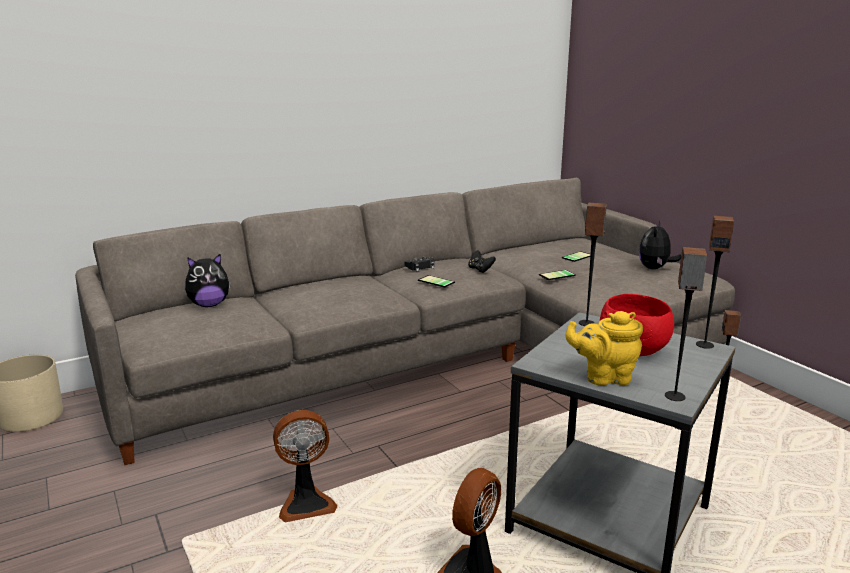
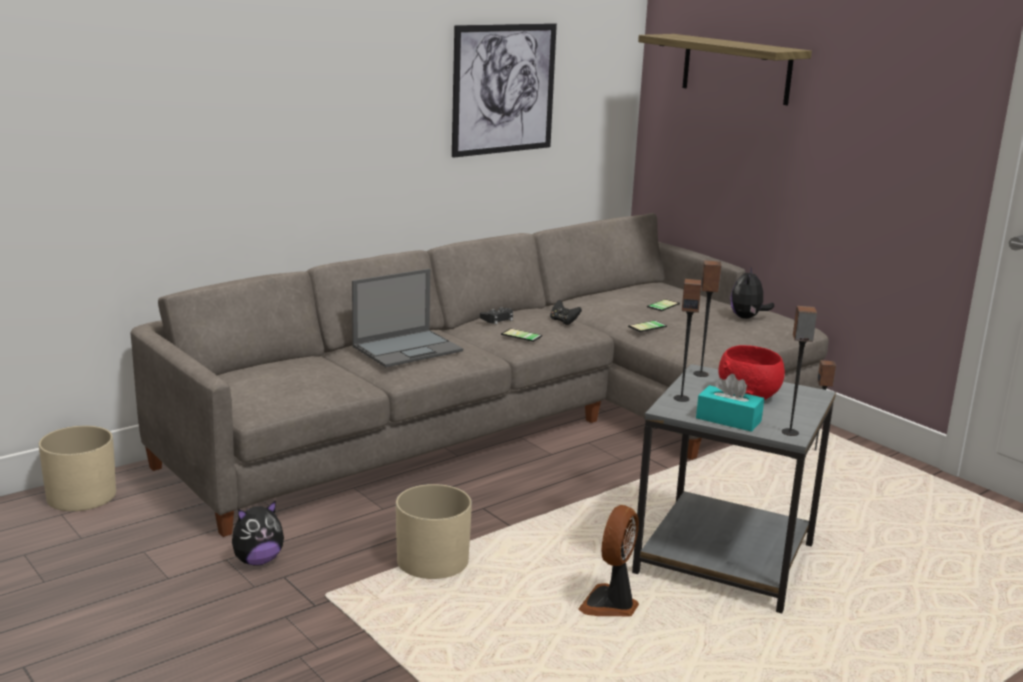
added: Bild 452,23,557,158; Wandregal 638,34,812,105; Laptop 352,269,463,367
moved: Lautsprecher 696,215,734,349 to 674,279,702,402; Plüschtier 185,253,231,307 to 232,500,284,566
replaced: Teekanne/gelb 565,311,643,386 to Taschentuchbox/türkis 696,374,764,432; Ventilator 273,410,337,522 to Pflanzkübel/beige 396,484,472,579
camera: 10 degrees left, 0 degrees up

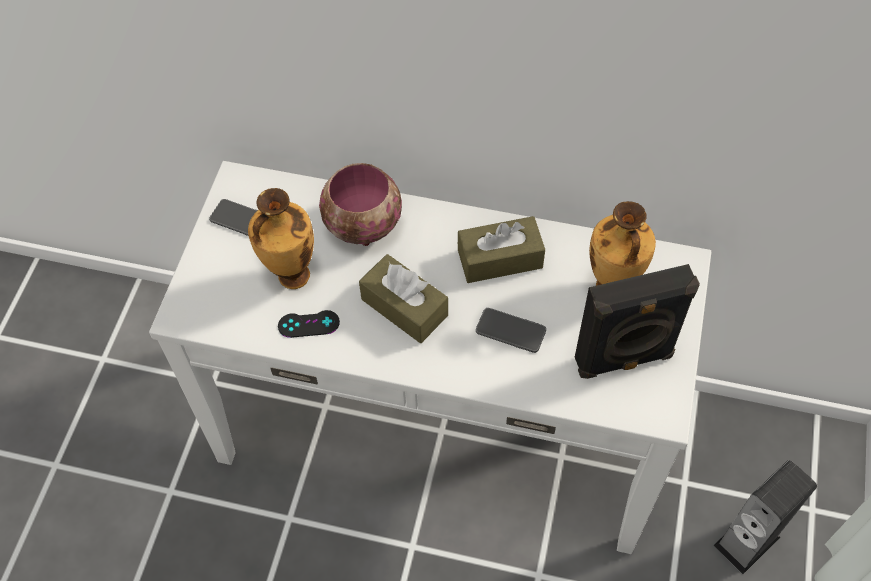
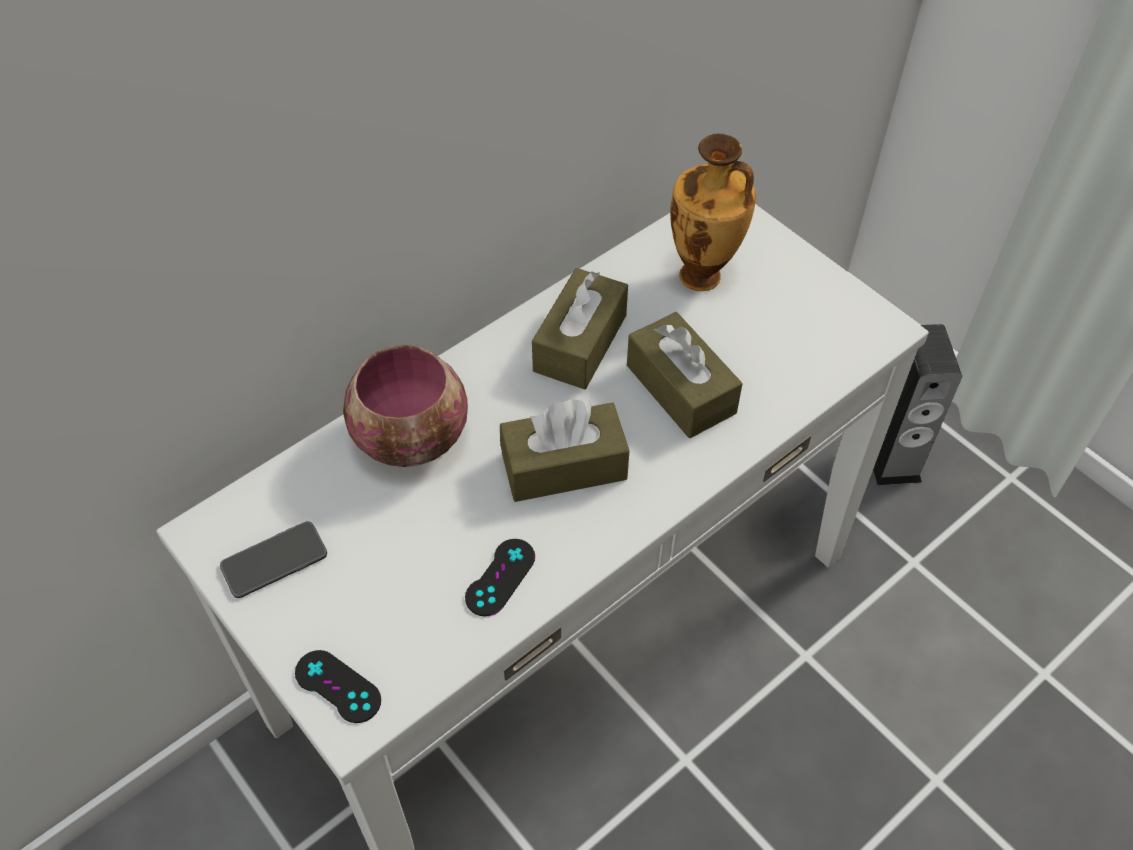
removed: Vase 248,188,314,289; Lautsprecher/schwarz 575,264,700,379
added: Gamepad/schwarz 295,650,381,723
replaced: Handy 476,308,546,353 to Taschentuchbox/braun 627,312,743,438
camera: 55 degrees left, 5 degrees down

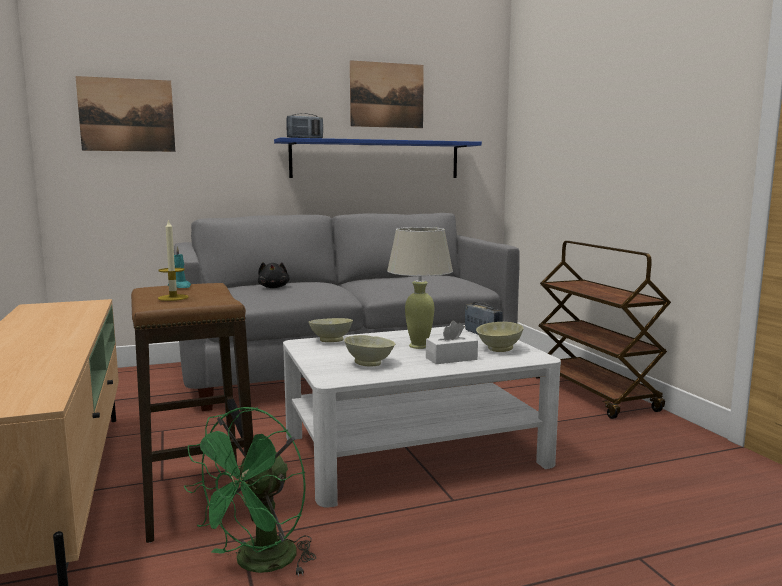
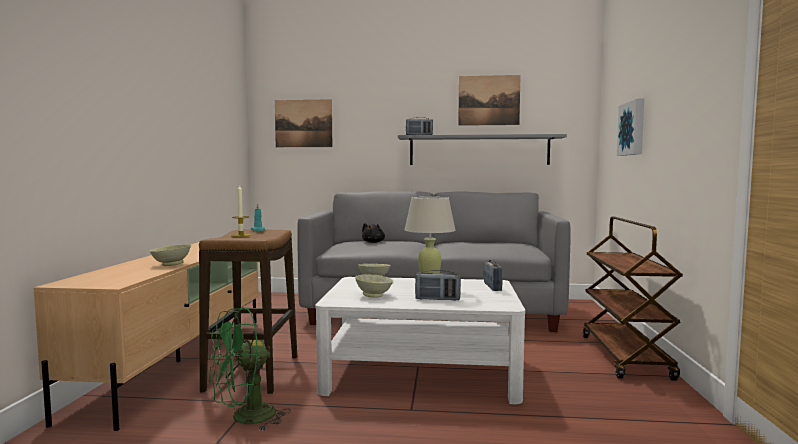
added: Bild 617,98,644,156
moved: Schüssel/beige 476,322,524,352 to 150,244,191,266
replaced: Taschentuchbox/weiß 426,321,478,364 to Radio 415,270,461,301
recoloured: Wandregal/blau 274,138,482,178 to Wandregal/grau 398,134,567,165
camera: 25 degrees right, 5 degrees down

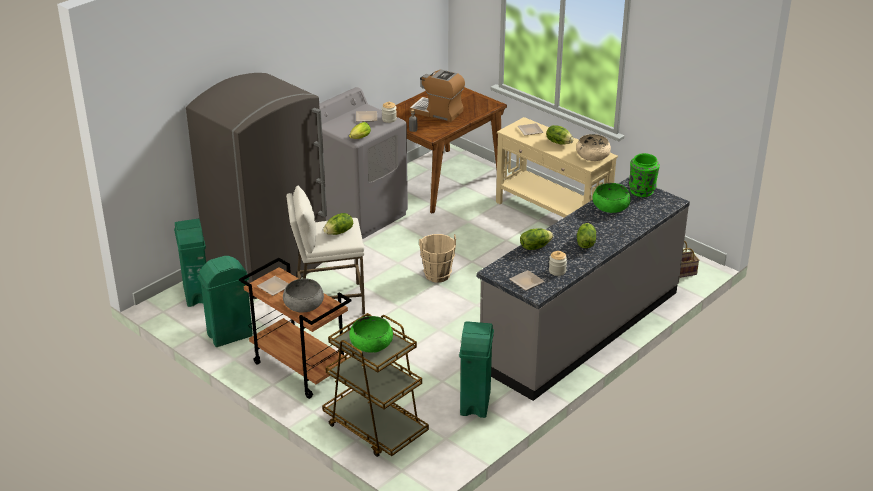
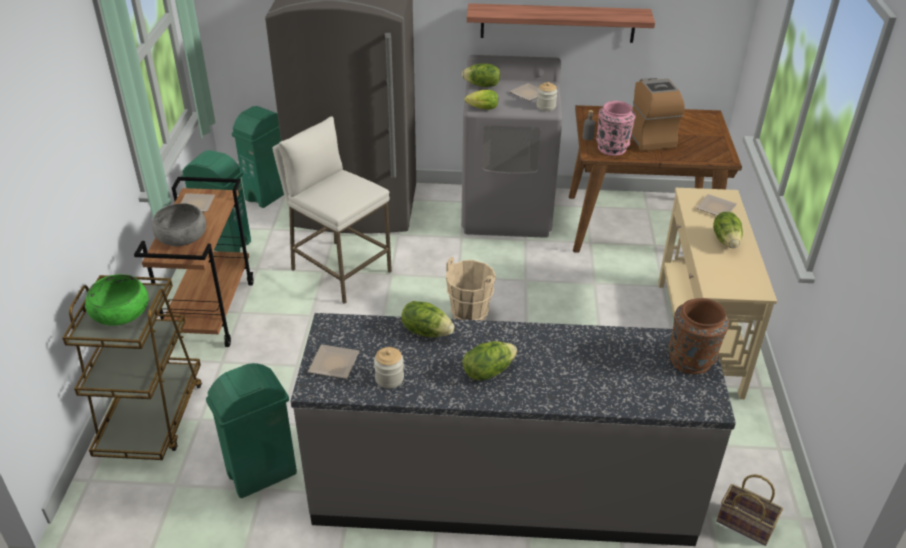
removed: Schüssel/beige 576,134,611,161; Schüssel/grün 592,183,631,213
added: Wandregal 467,3,655,43; Vase/rosa 596,101,636,156
moved: Salatkopf 323,213,353,235 to 462,63,500,87
recoloured: Vase/grün 629,153,660,197 to Vase/braun 668,298,729,374
camera: 50 degrees right, 5 degrees up

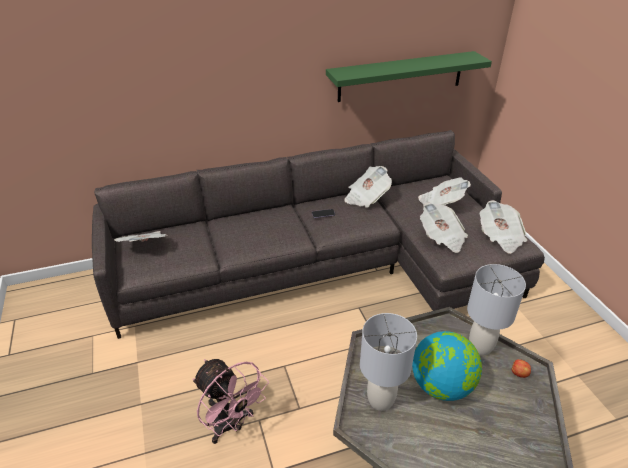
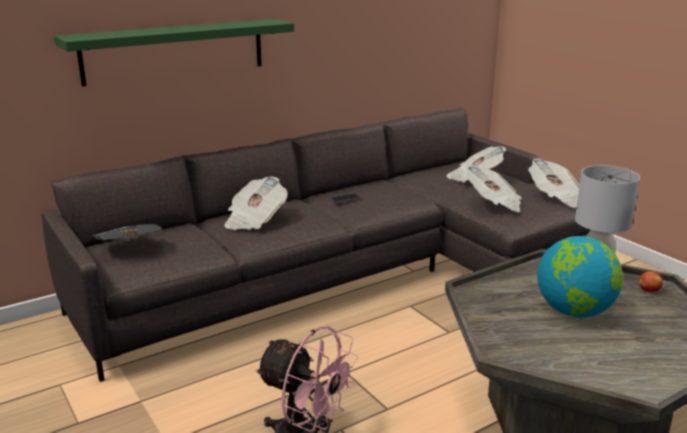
removed: Tischlampe/grau 360,313,417,411
moved: Wandregal/grün 326,51,492,102 to 54,19,294,87; Zeitung 344,166,392,208 to 224,176,288,230
camera: 15 degrees left, 15 degrees down

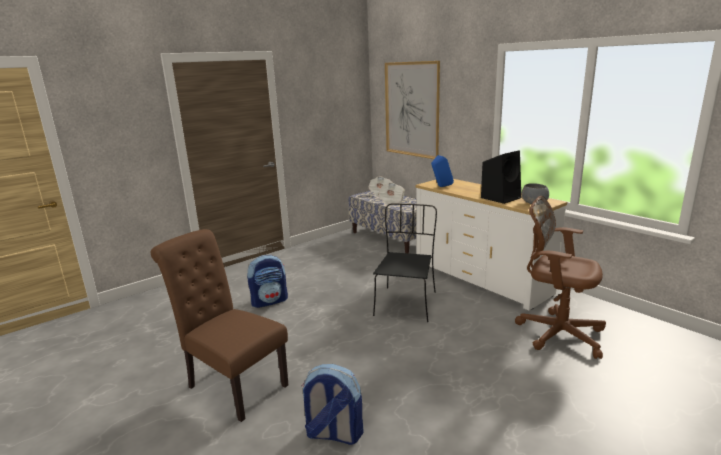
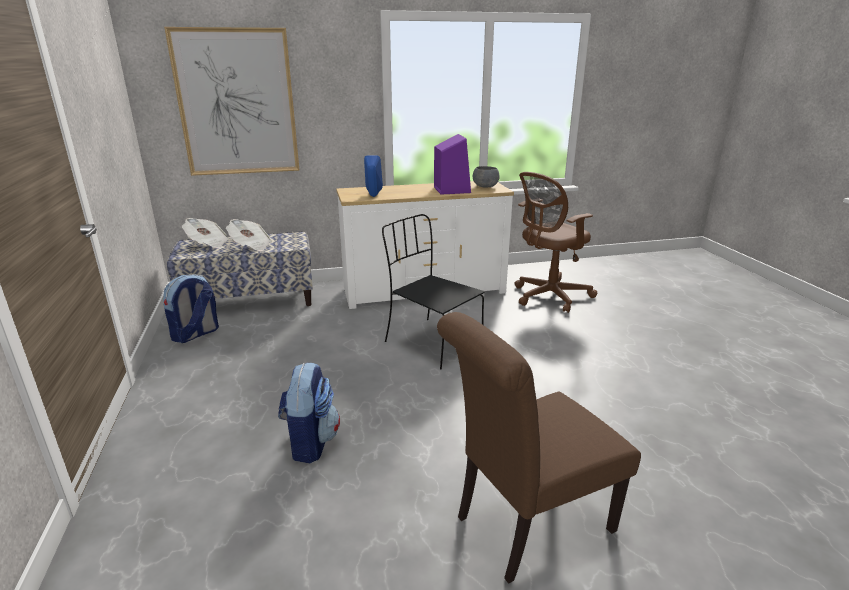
moved: Rucksack 301,364,363,445 to 163,274,219,343
recoloured: Lautsprecher/schwarz 481,150,521,204 to Lautsprecher/lila 434,134,471,195
camera: 65 degrees left, 5 degrees up

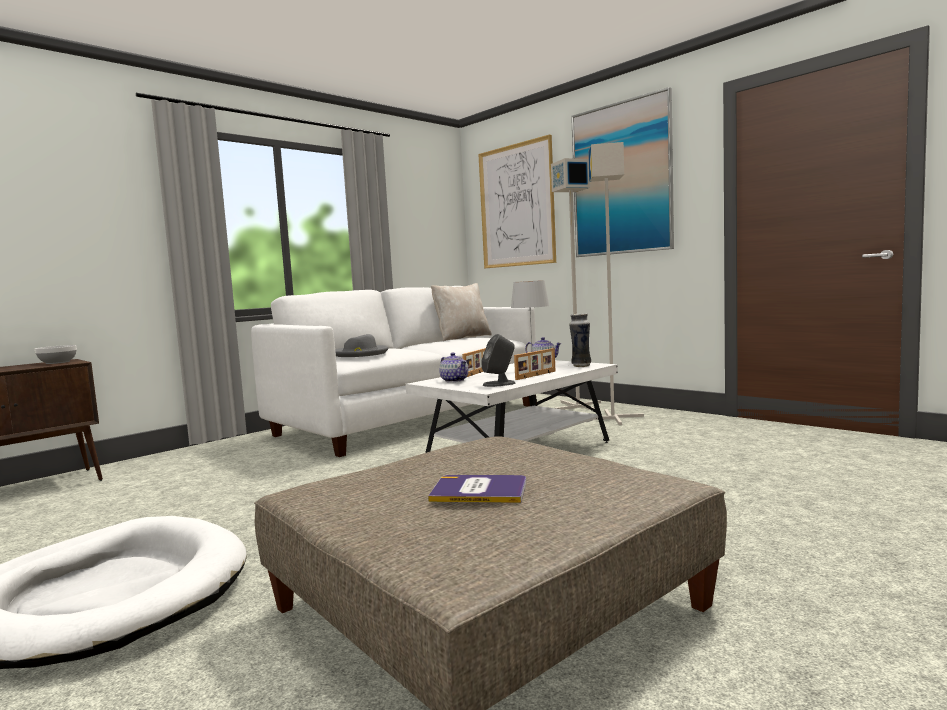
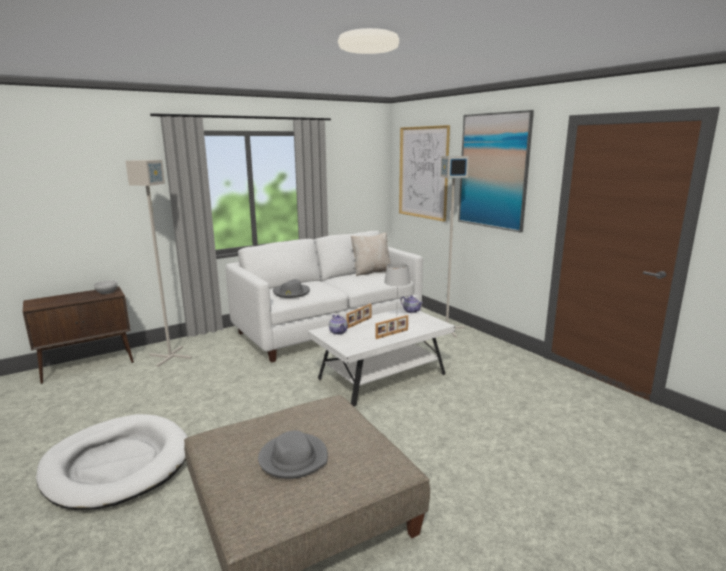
removed: Vase 569,314,591,367; Lautsprecher/grau 481,334,516,387
moved: Stehlampe/grau 588,142,644,425 to 125,160,192,367
replaced: Buch 428,475,526,503 to Hut/grau 258,431,328,479
camera: 10 degrees right, 10 degrees up

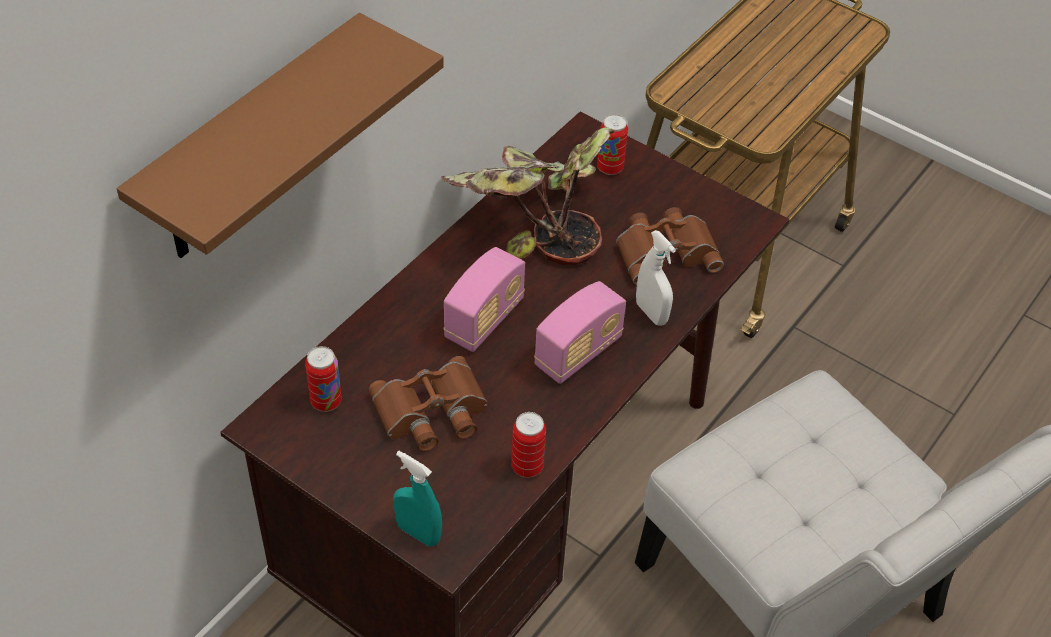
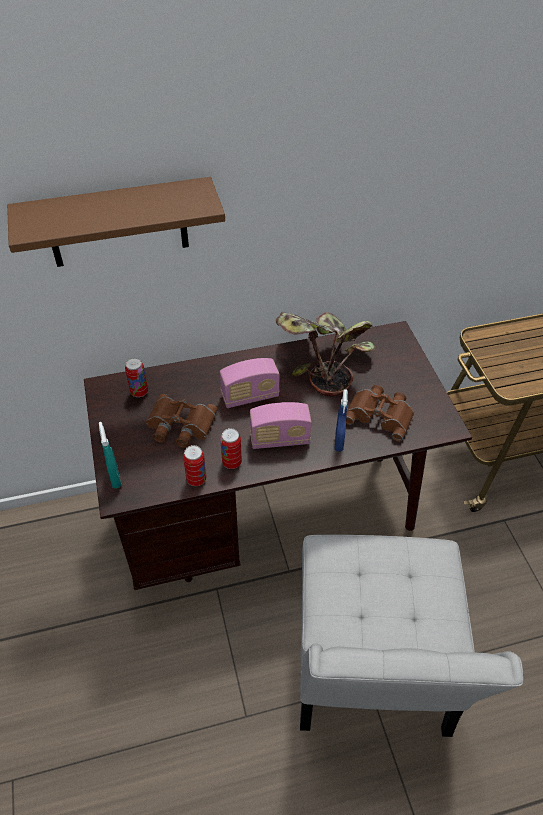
moved: Dose 597,114,628,175 to 220,428,242,469
recoloured: Sprühflasche/weiß 636,230,676,326 to Sprühflasche/blau 335,389,348,452
camera: 40 degrees right, 0 degrees up

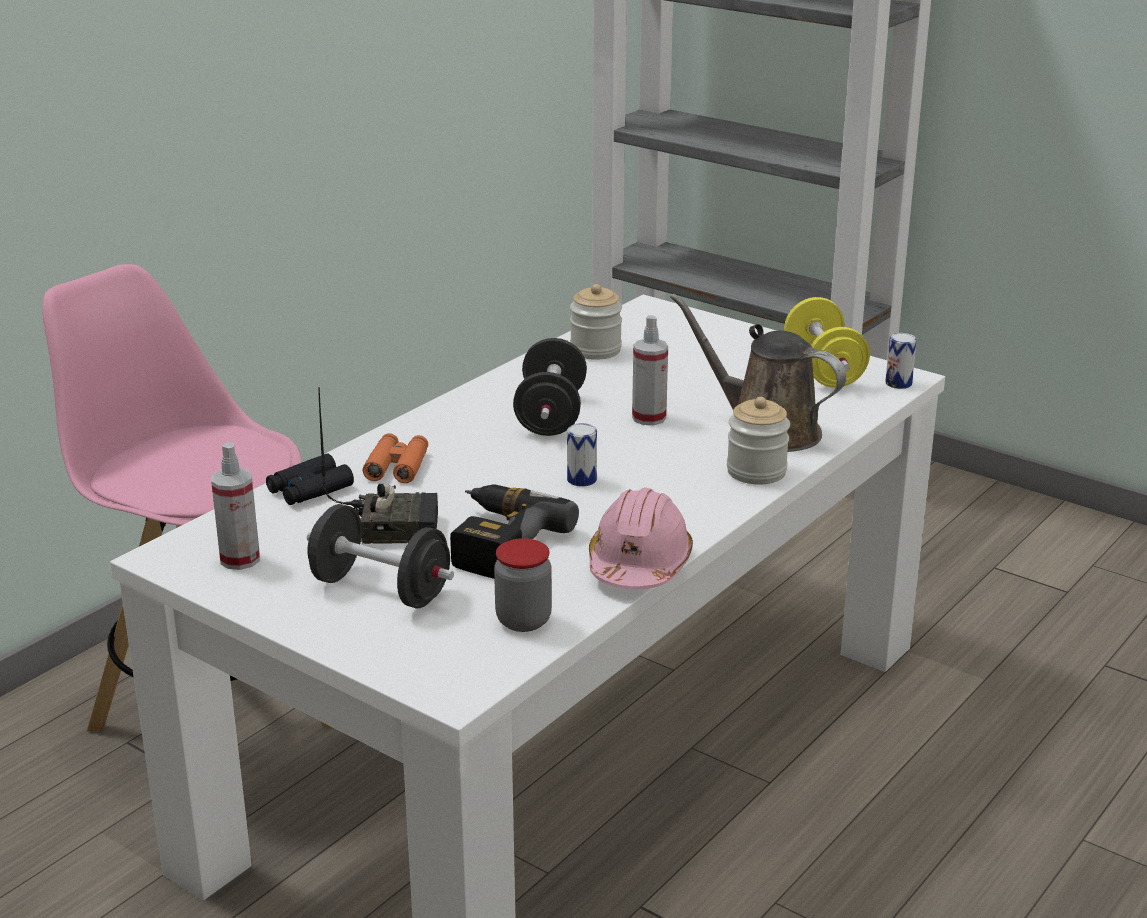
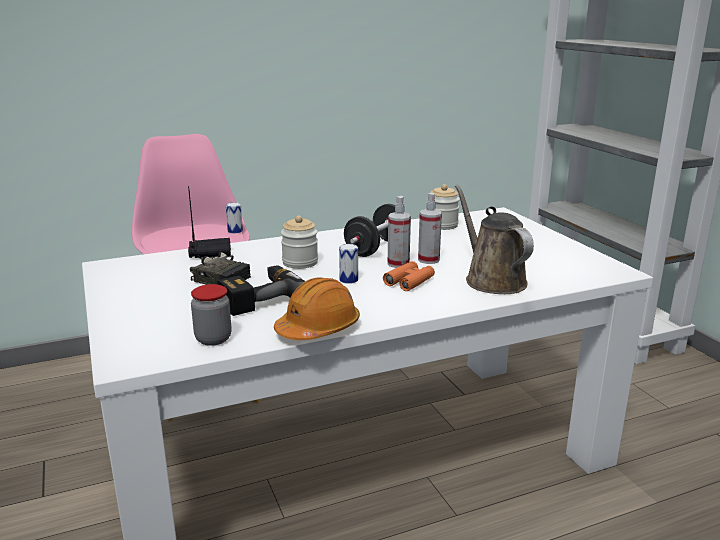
removed: Hantel/gelb 784,297,870,388; Hantel/schwarz 307,504,454,608
moved: Dose 885,333,917,389 to 226,202,243,234; Vorratsglas 727,397,790,484 to 281,216,318,269; Fernglas/orange 362,433,428,483 to 383,261,435,291; Sprühflasche 211,442,260,570 to 388,196,411,268
recoloured: Schutzhelm/rosa 589,488,693,590 to Schutzhelm/orange 274,277,360,340
camera: 30 degrees right, 5 degrees down

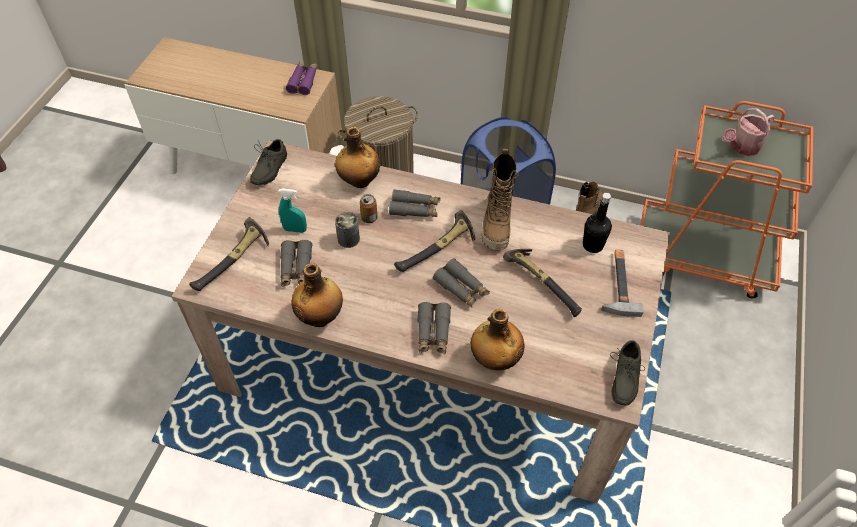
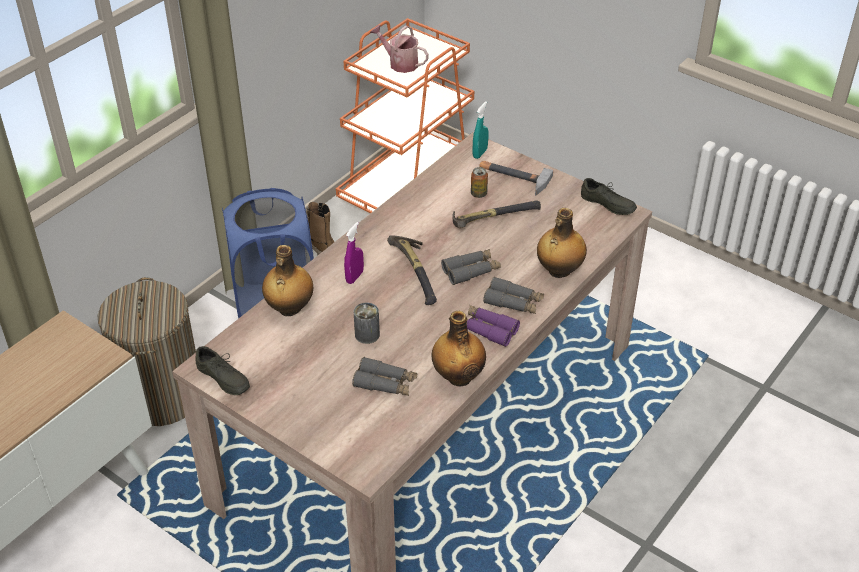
removed: Stiefel 482,149,519,251; Flasche/schwarz 583,193,612,253; Hammer 189,217,269,291
moved: Fernglas/lila 286,62,317,95 to 466,305,520,347; Sprühflasche/türkis 278,188,307,233 to 472,101,489,159; Dose 360,194,378,223 to 471,167,488,198
replaced: Fernglas/grau 389,189,441,217 to Sprühflasche/lila 344,222,364,284
turned: Gießkanne 722,108,775,156 = 370,24,429,73 135 degrees clockwise
camera: 70 degrees left, 10 degrees down

